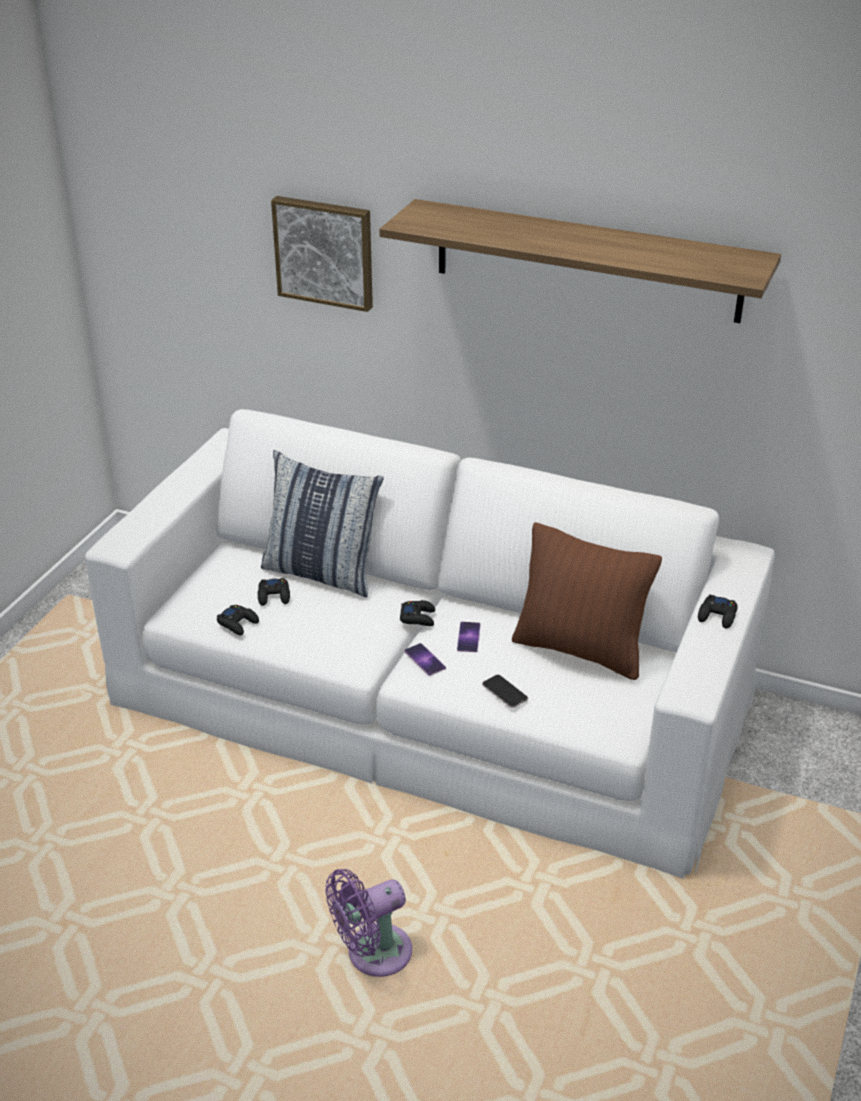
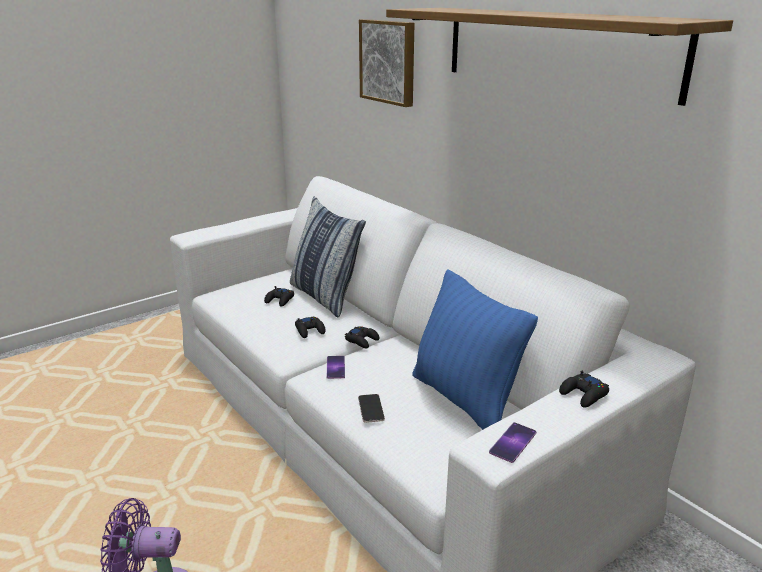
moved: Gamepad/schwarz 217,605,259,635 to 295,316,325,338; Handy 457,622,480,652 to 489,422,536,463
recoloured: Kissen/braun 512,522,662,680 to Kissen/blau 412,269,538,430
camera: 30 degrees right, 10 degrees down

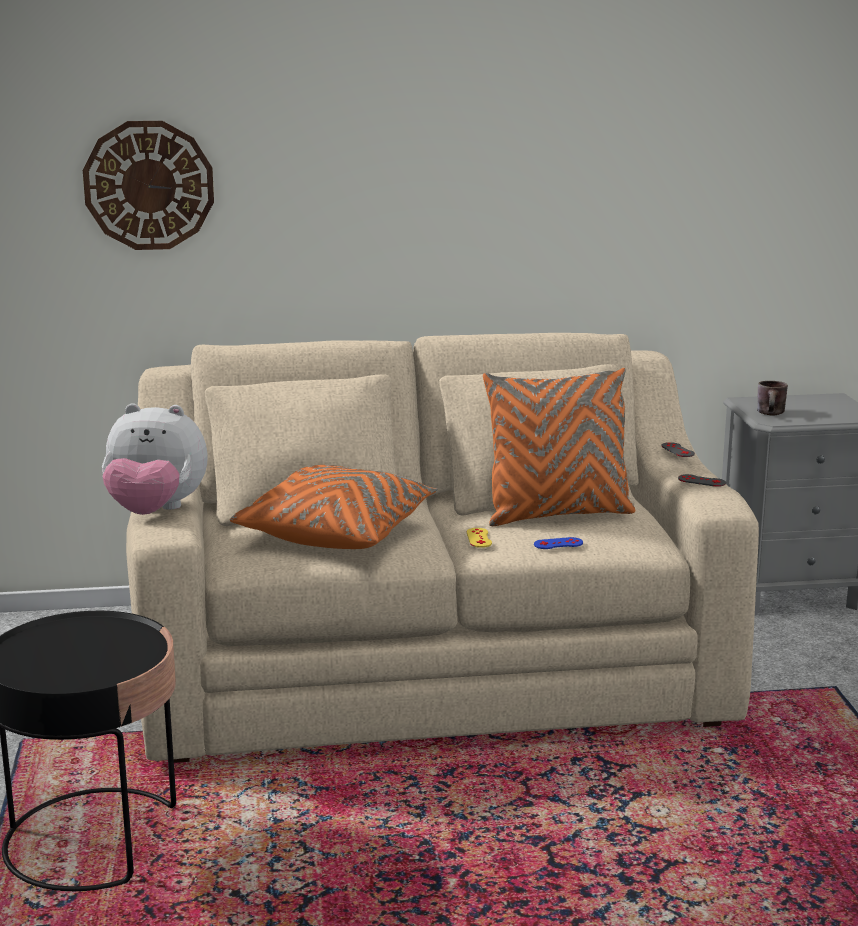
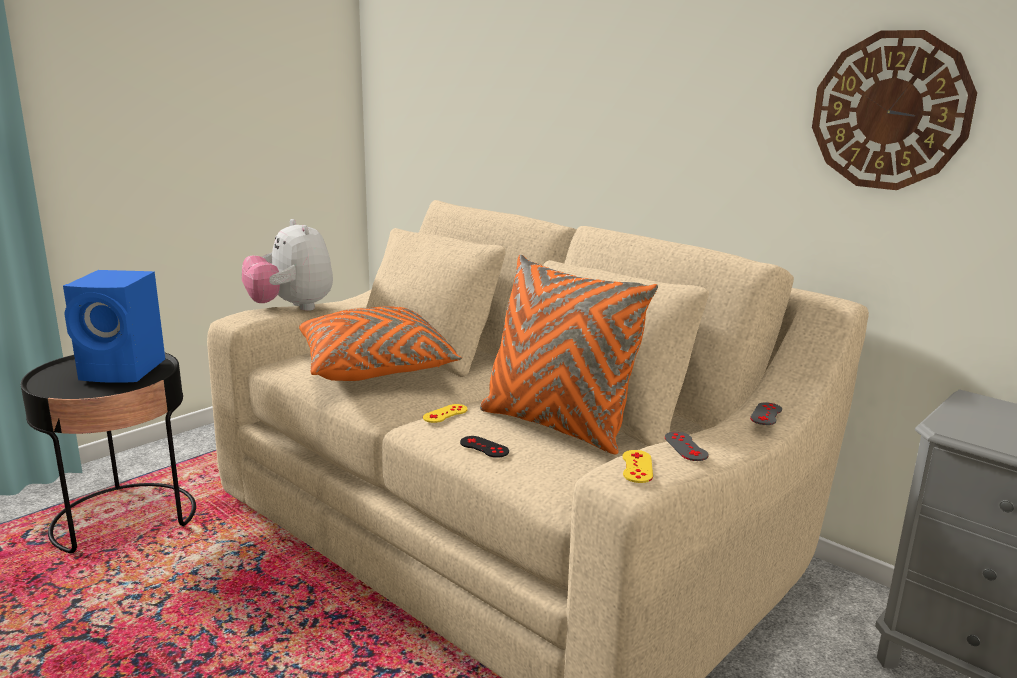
removed: Henkelbecher/braun 757,381,788,415
added: Lautsprecher/blau 63,270,165,383; Gamepad/gelb 622,450,653,483
moved: Wanduhr 83,121,214,250 to 812,30,977,190
recoloured: Gamepad/blau 534,537,583,549 to Gamepad/schwarz 460,436,509,458
camera: 50 degrees right, 0 degrees up

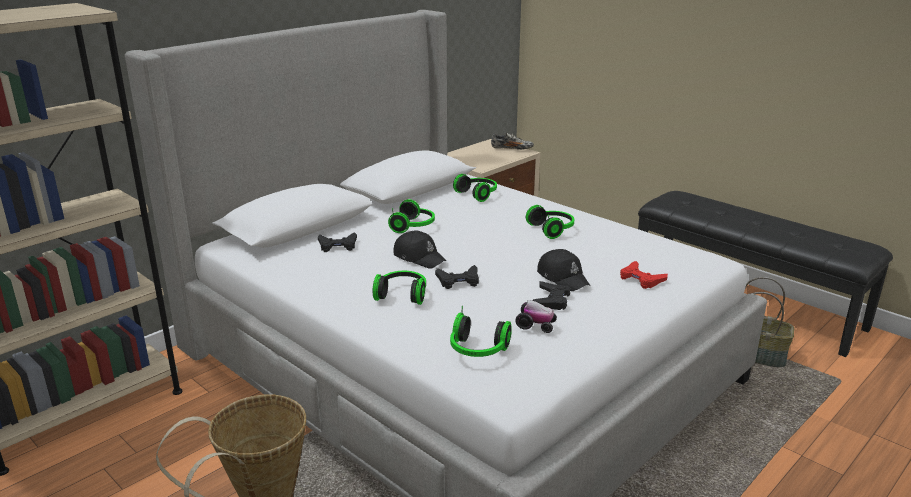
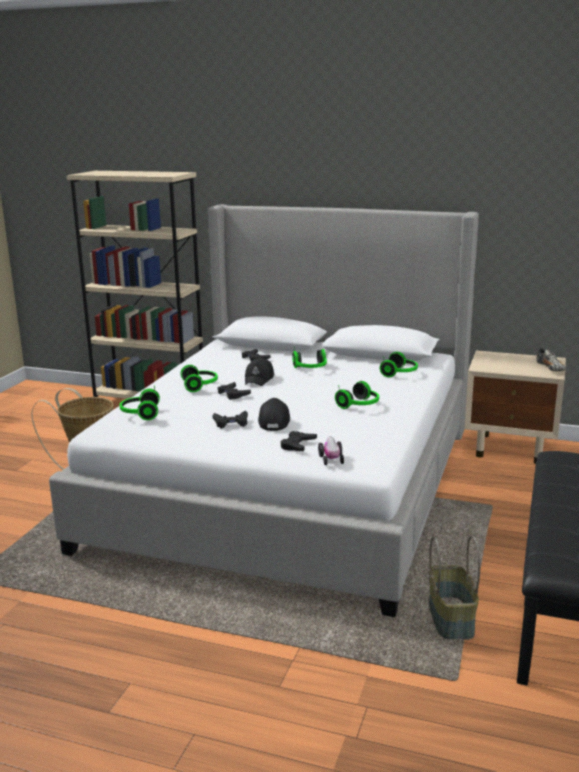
moved: Spielzeugauto 515,300,557,333 to 318,437,344,465
recoloured: Gamepad/rot 620,261,668,289 to Gamepad/schwarz 281,431,317,451
turned: Kappe/schwarz 537,249,590,291 = 258,398,290,431 150 degrees clockwise
camera: 65 degrees right, 5 degrees down

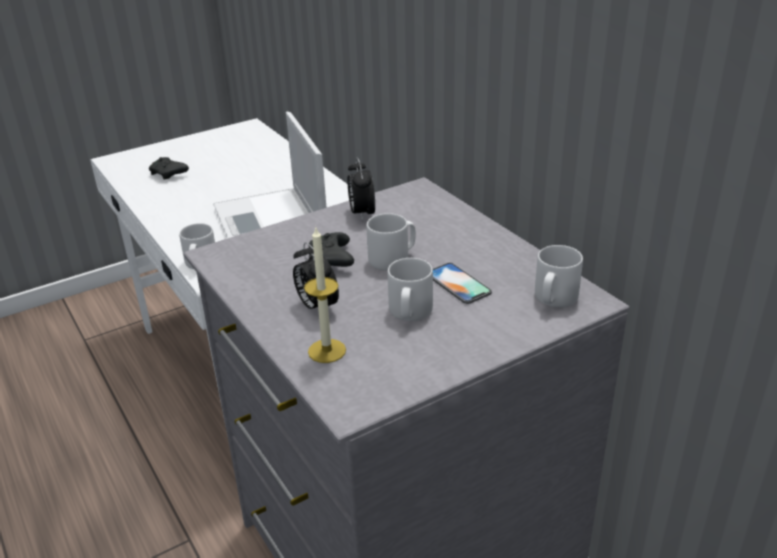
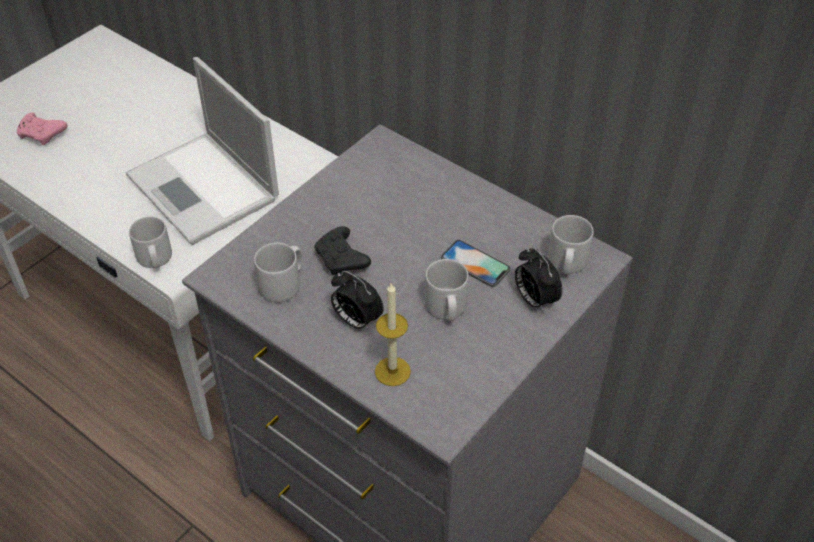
moved: Wecker 347,157,375,221 to 515,247,562,313; Henkelbecher/grau 367,213,416,271 to 254,243,302,303
recoloured: Gamepad/schwarz 149,157,189,180 to Gamepad/rosa 17,113,67,145
camera: 20 degrees left, 15 degrees up

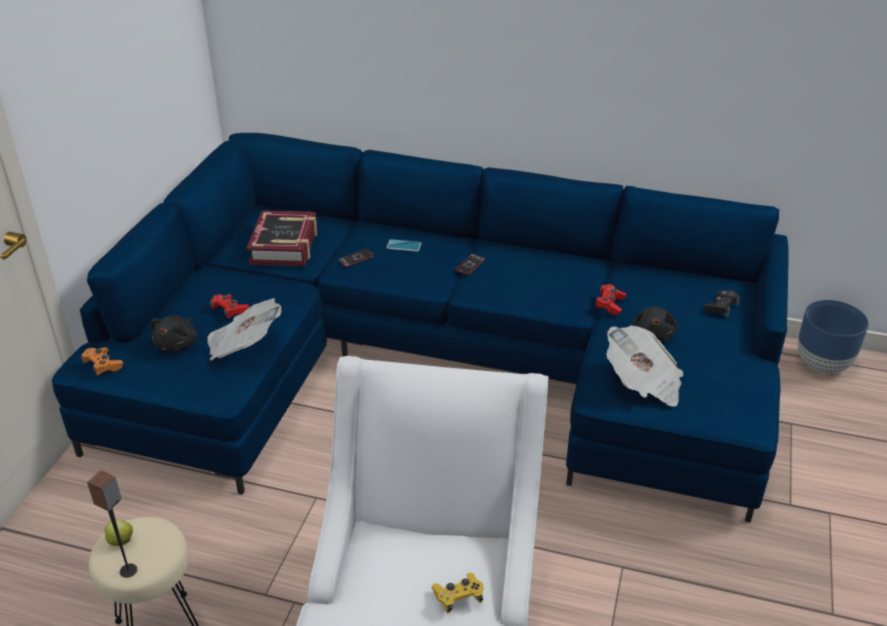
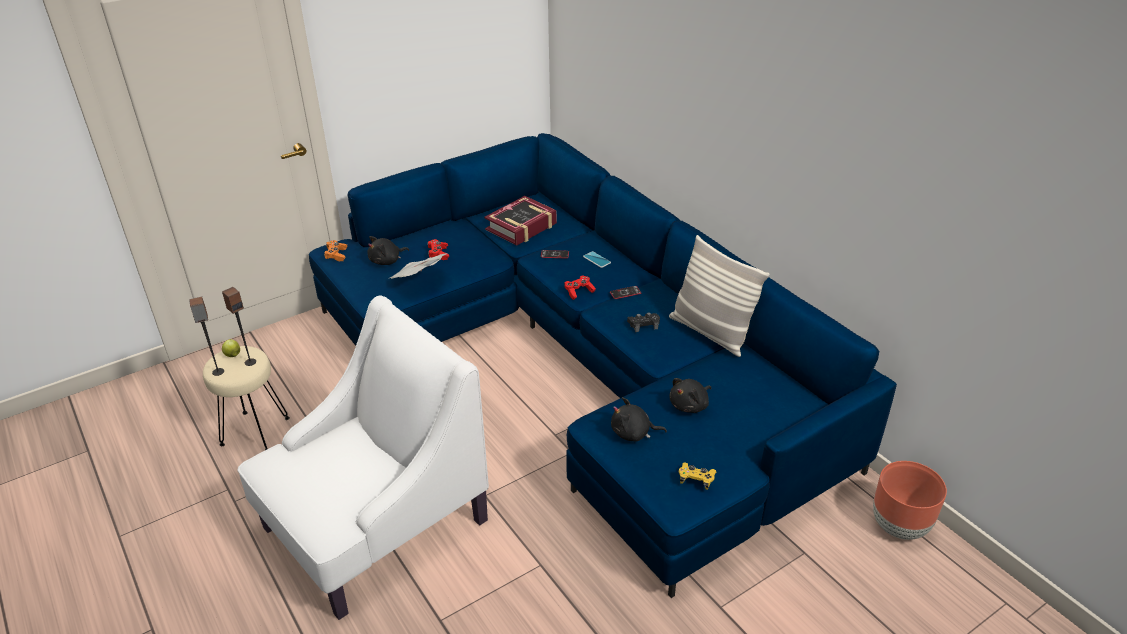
added: Kissen 669,235,770,357; Lautsprecher 222,287,256,366
moved: Gamepad/rot 595,284,626,315 to 564,275,596,300; Gamepad/schwarz 704,290,740,318 to 627,312,660,332; Gamepad/gelb 431,573,484,613 to 679,463,716,490
replaced: Zeitung 606,326,683,407 to Plüschtier/schwarz 611,397,667,442
recoloured: Pflanzkübel/blau 798,300,869,373 to Pflanzkübel/braun 873,461,947,540
camera: 40 degrees right, 0 degrees up

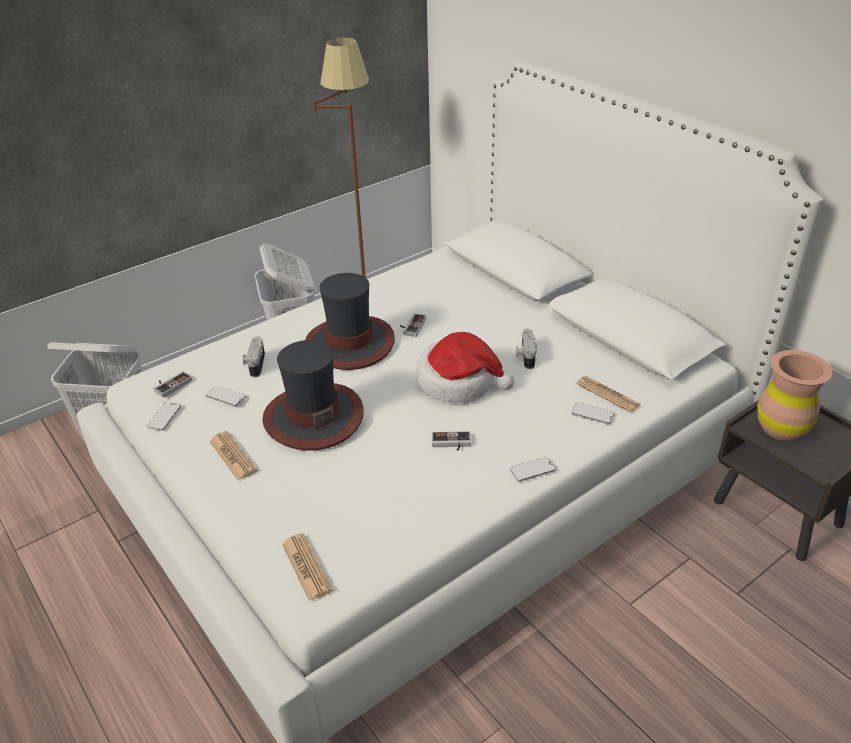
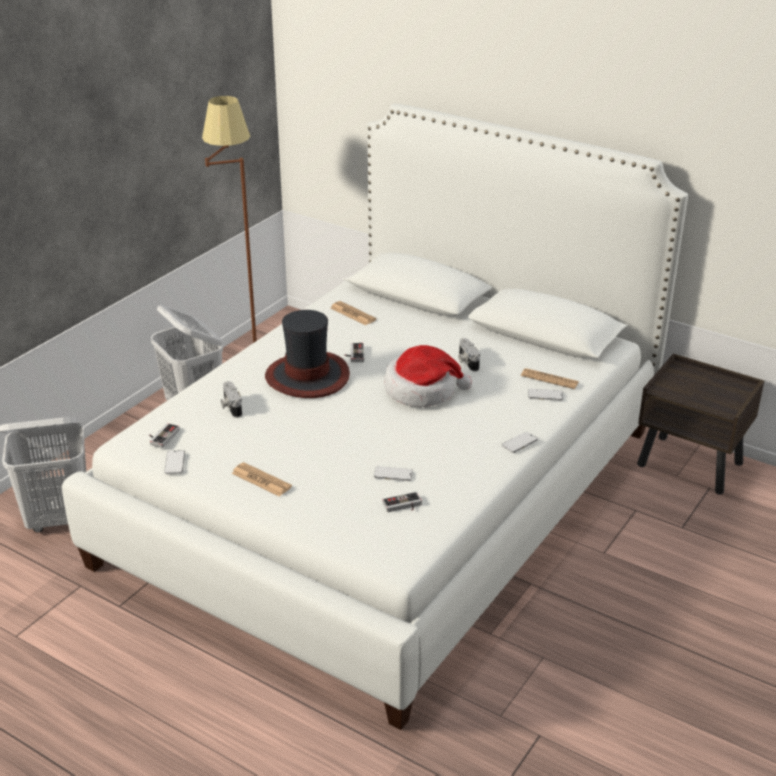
removed: Hut 262,340,364,451; Vase/braun 757,350,832,441
moved: Handy 206,385,246,407 to 374,466,413,481; Gamepad 432,431,471,451 to 382,492,422,512; Zeitung 282,533,333,601 to 331,301,376,326
camera: 20 degrees left, 5 degrees down

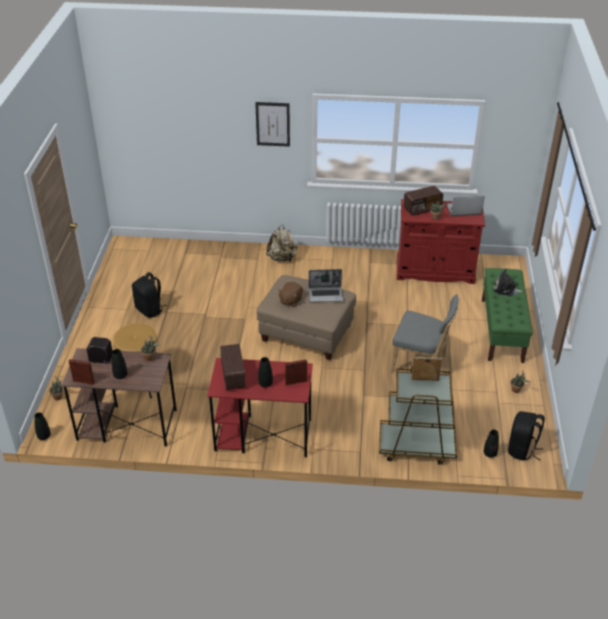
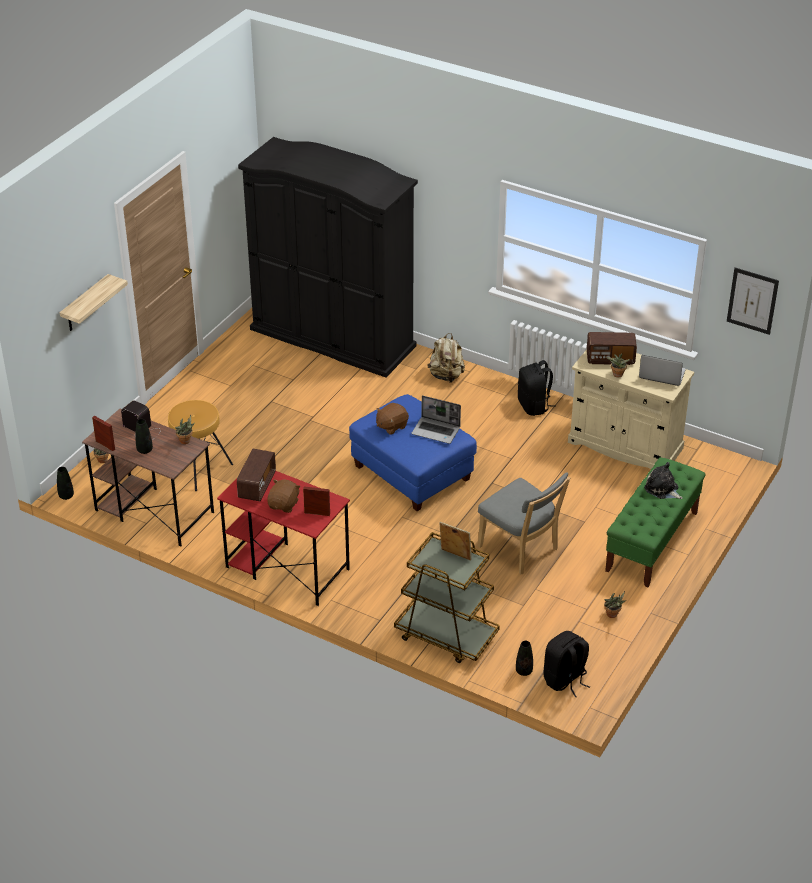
added: Kleiderschrank/schwarz 238,137,418,378; Wandregal 60,274,128,331
moved: Bild 255,102,290,147 to 727,267,779,335; Rucksack/schwarz 132,272,167,318 to 518,360,556,416
replaced: Vase/schwarz 258,357,273,388 to Plüschtier/braun 267,480,301,513
recoloured: Schrank/rot 397,199,485,284 to Schrank/beige 568,349,694,469; Polsterhocker/beige 257,275,356,360 to Polsterhocker/blau 349,394,477,511
camera: 25 degrees right, 0 degrees up

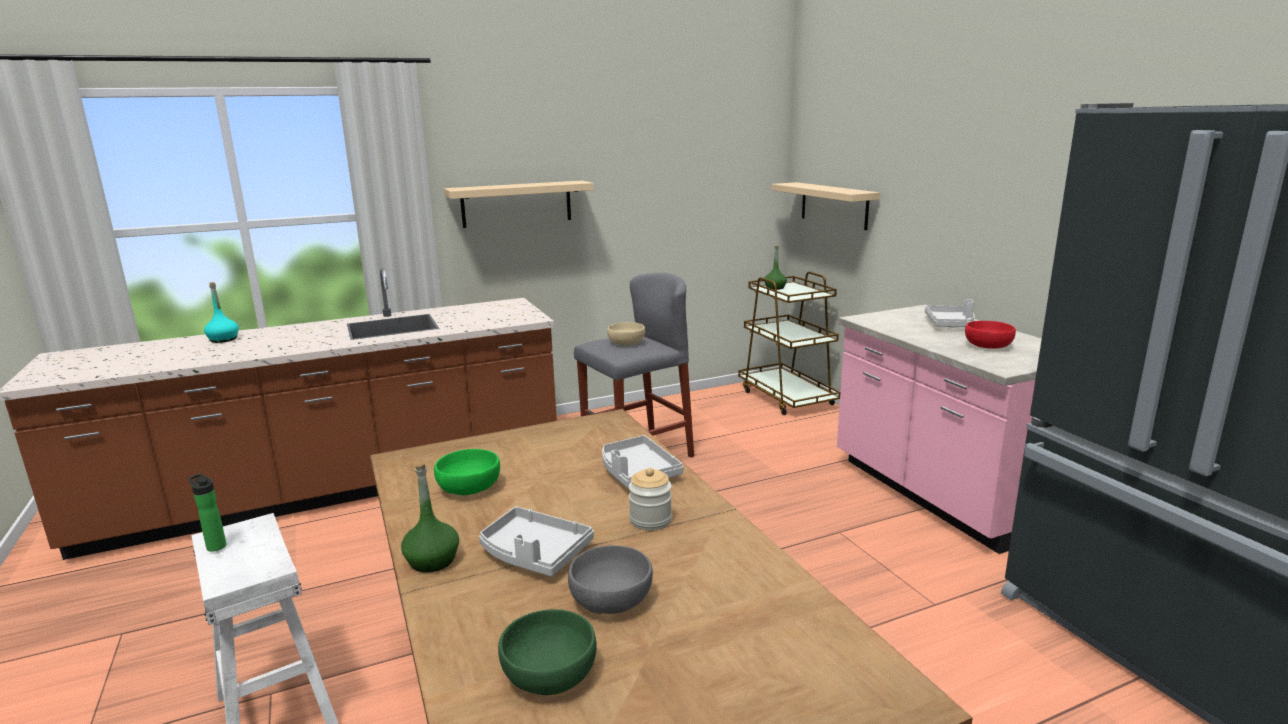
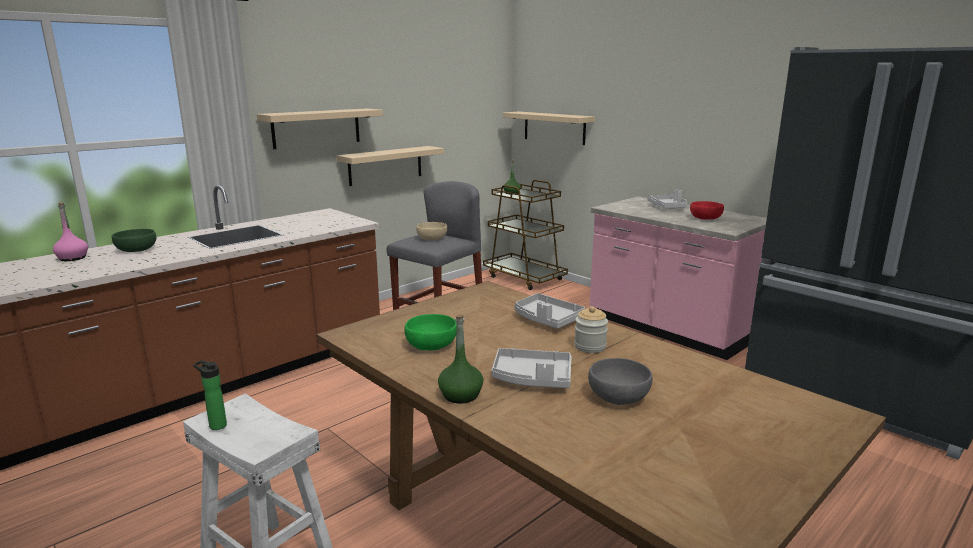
added: Wandregal/beige 337,146,444,186
moved: Schüssel/grün 498,609,597,695 to 112,229,156,252
recoloured: Flasche/türkis 204,282,239,343 to Flasche/rosa 53,202,88,261
camera: 20 degrees left, 0 degrees up

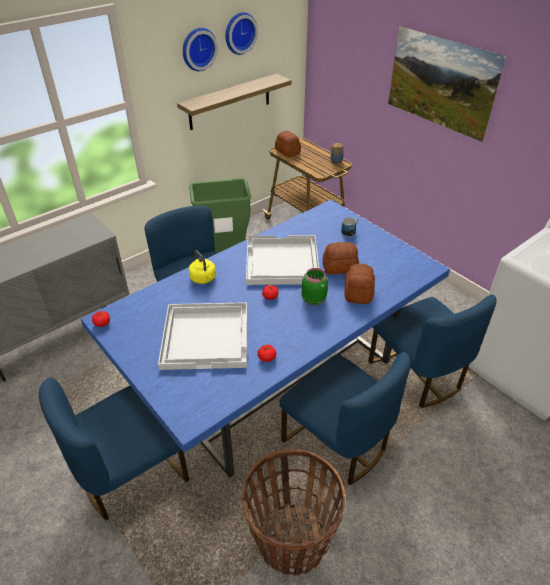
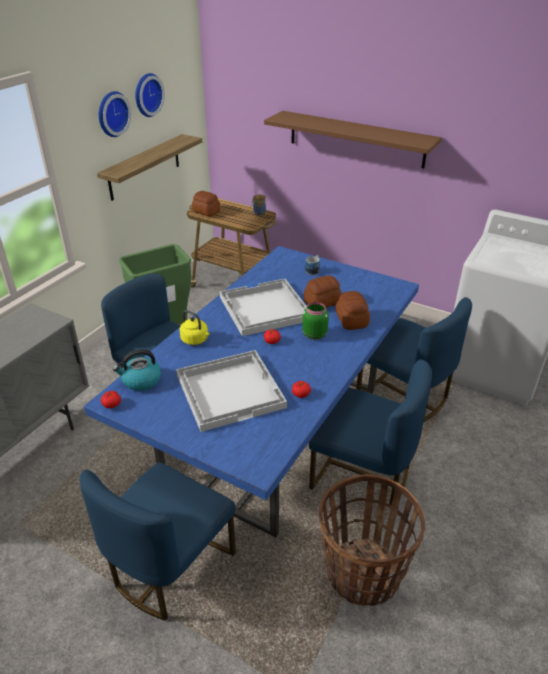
added: Wasserkessel 113,349,161,391
replaced: Bild 388,26,506,142 to Wandregal/braun 264,111,442,169
camera: 20 degrees left, 5 degrees down

